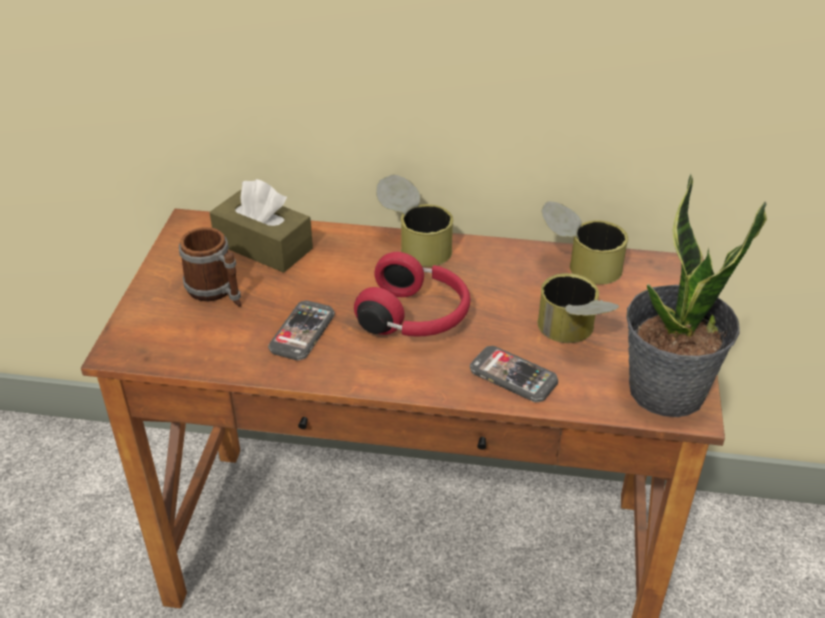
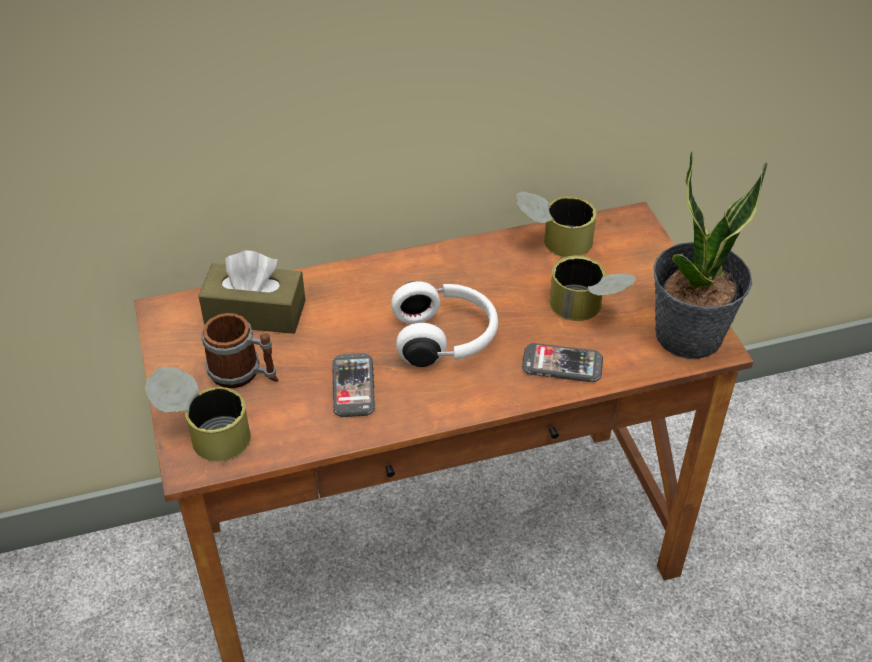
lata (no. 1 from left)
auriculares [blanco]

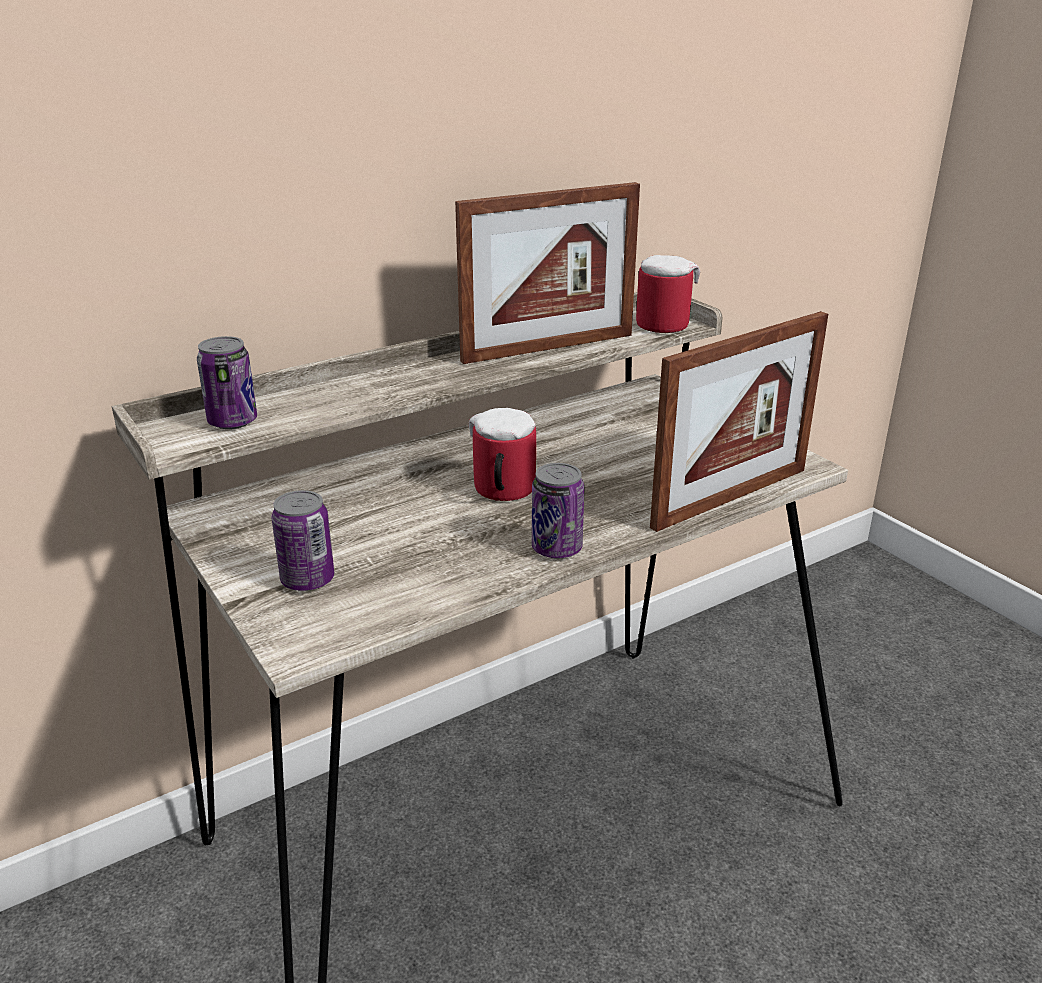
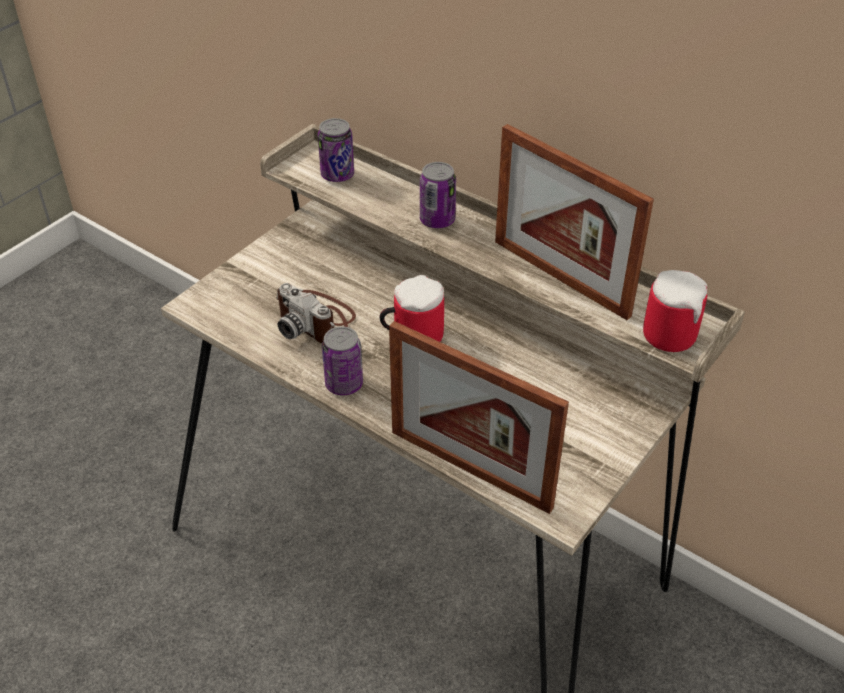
cámara
lata (no. 3 from left)

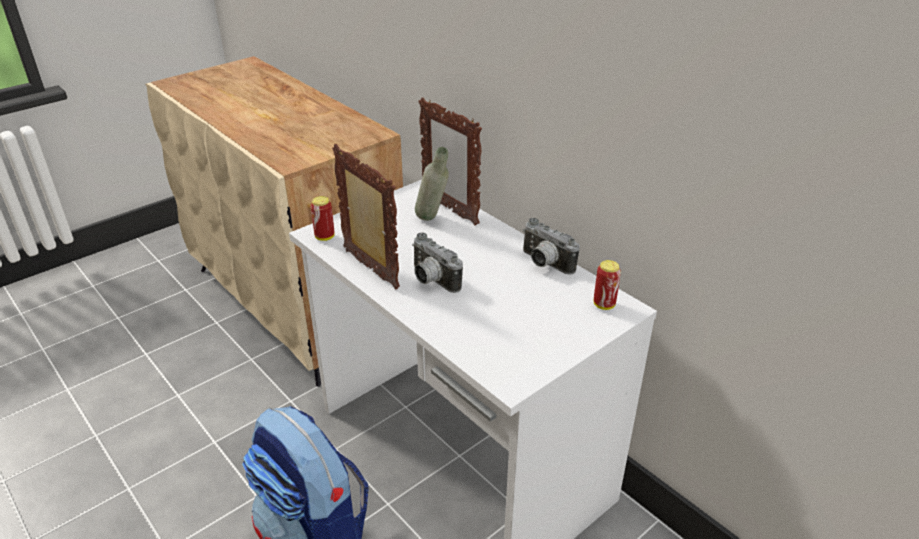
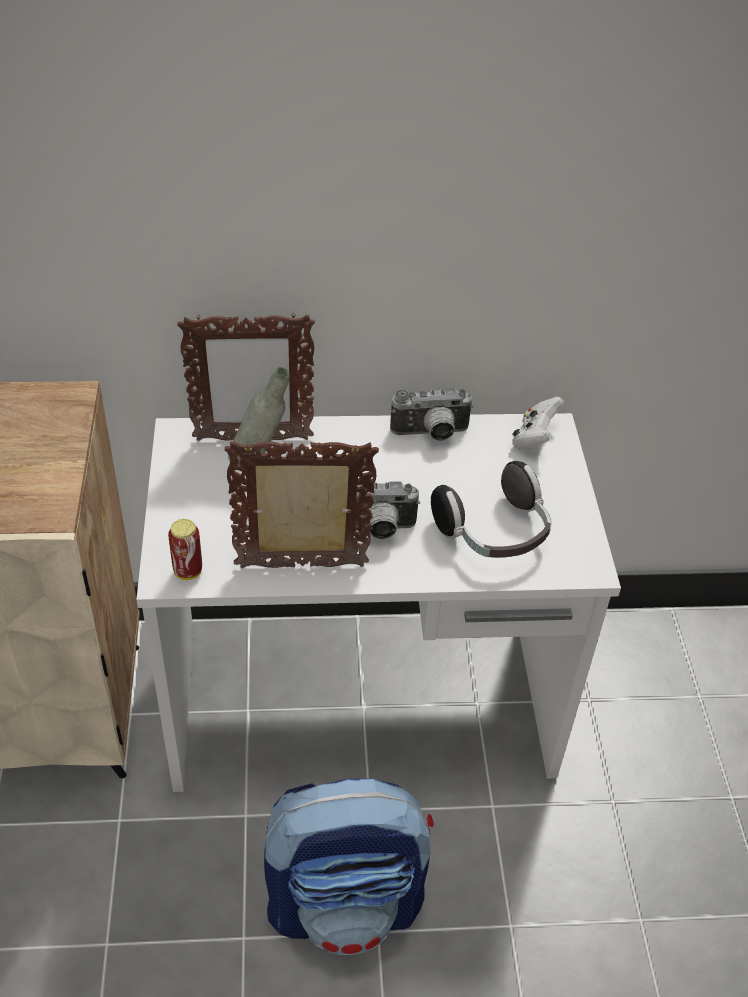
auriculares
mando de consola [blanco]

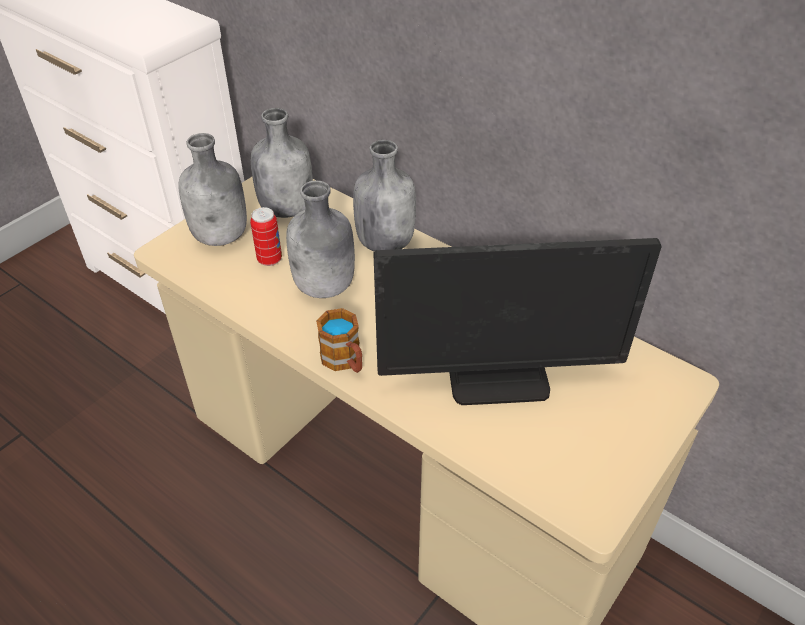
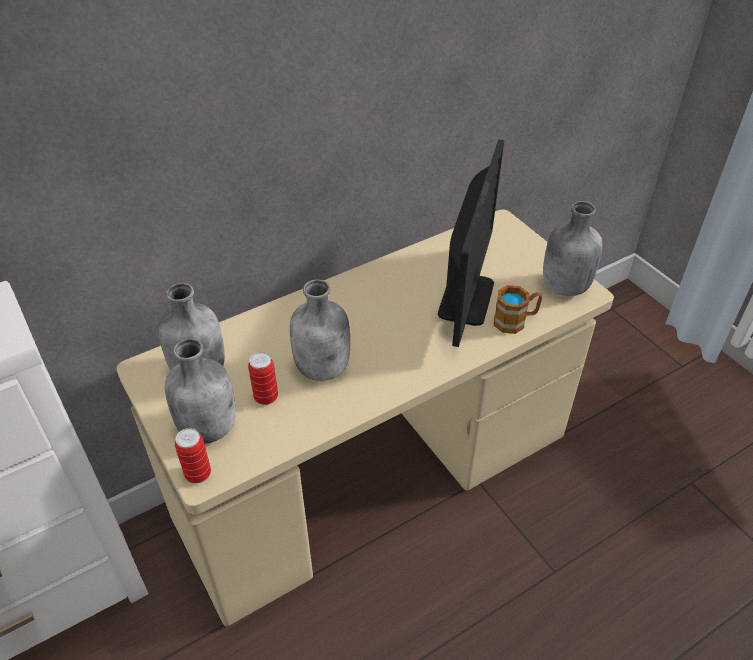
lata (no. 1 from left)
taza grande
botella [gris] (no. 4 from left)

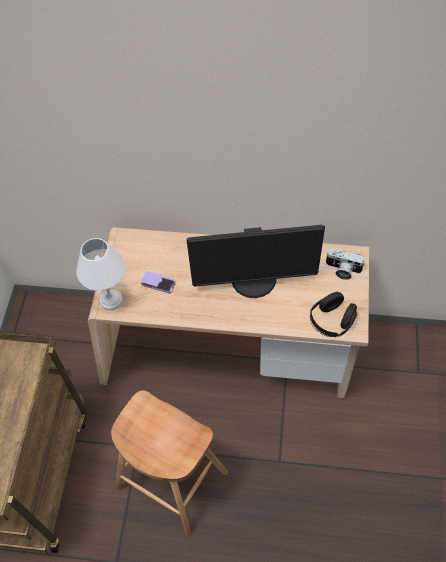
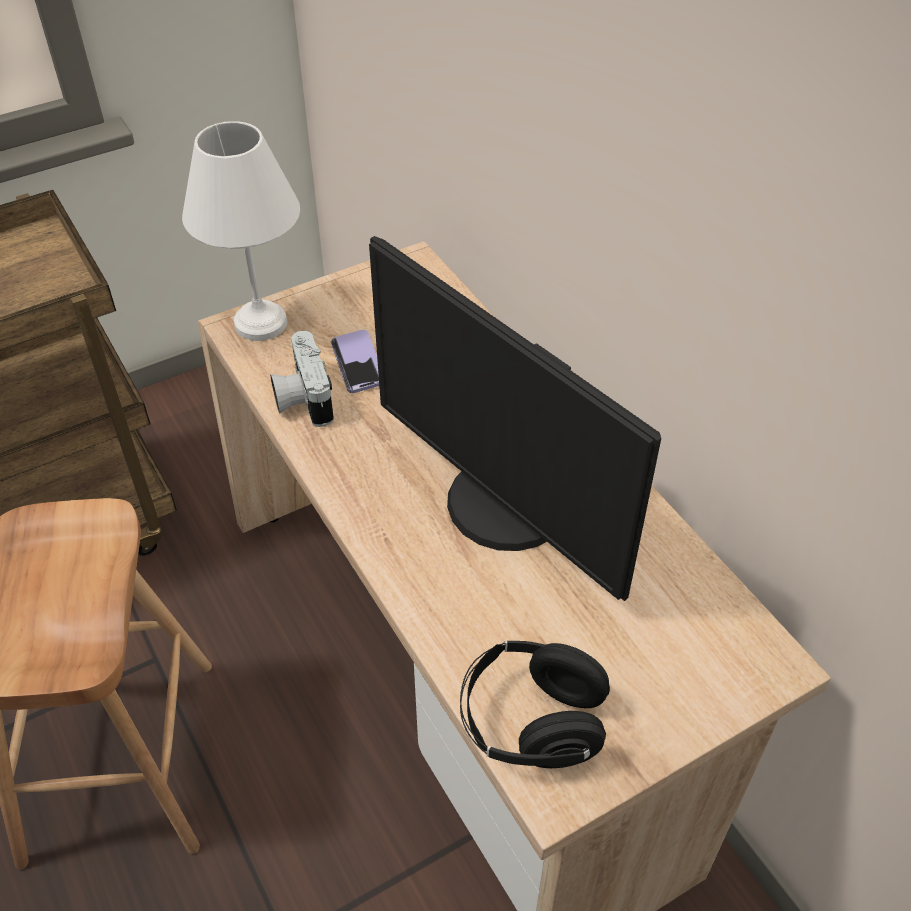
cámara

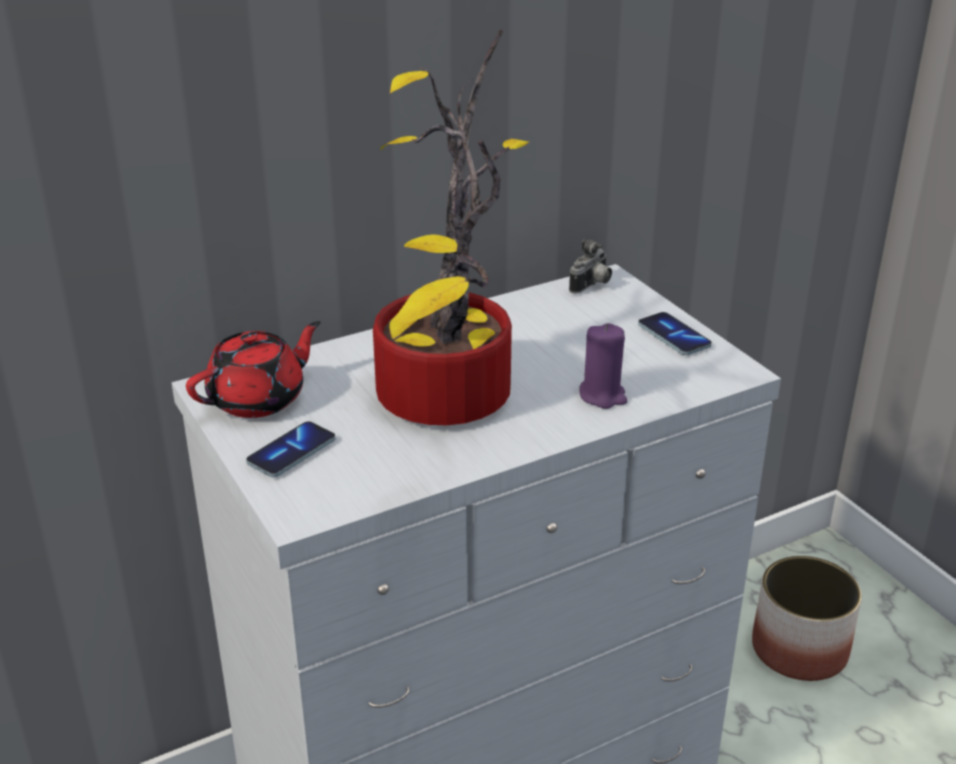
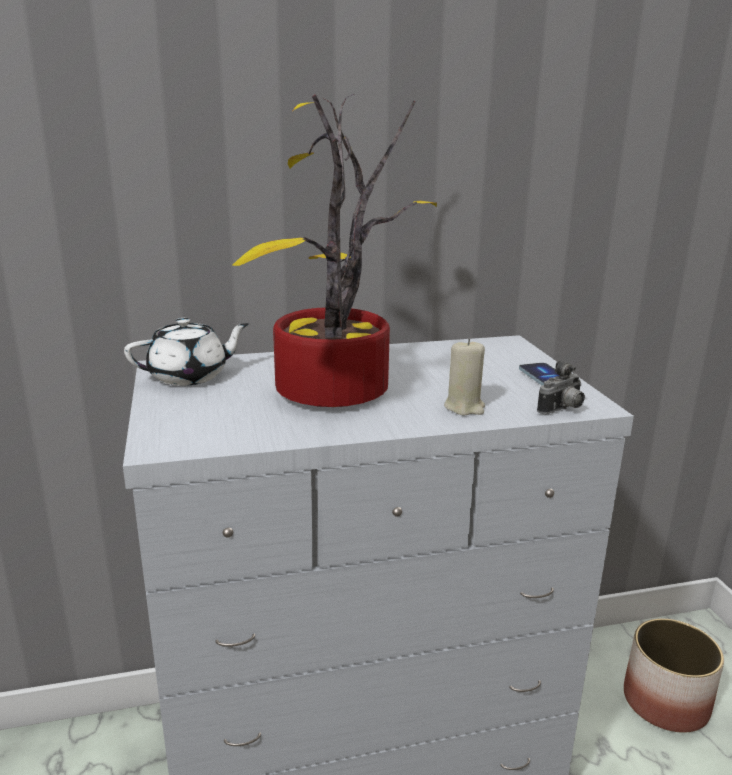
móvil (no. 1 from left in the first image)
cámara
tetera [blanco]
vela [beis]

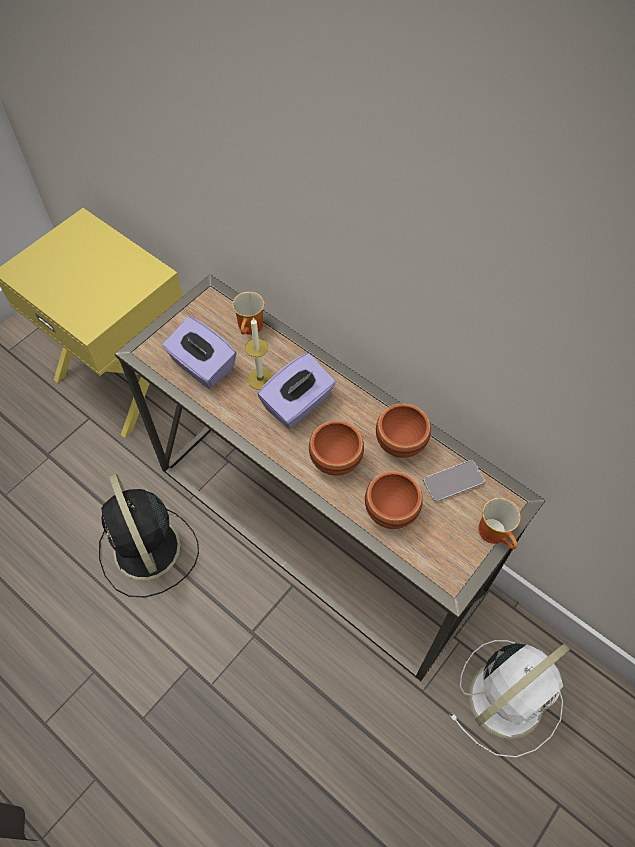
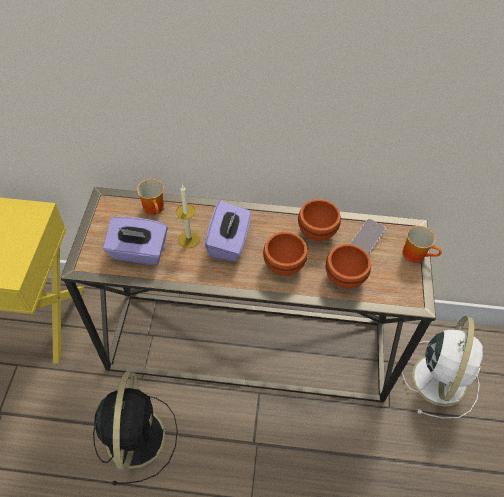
ventilador [negro]

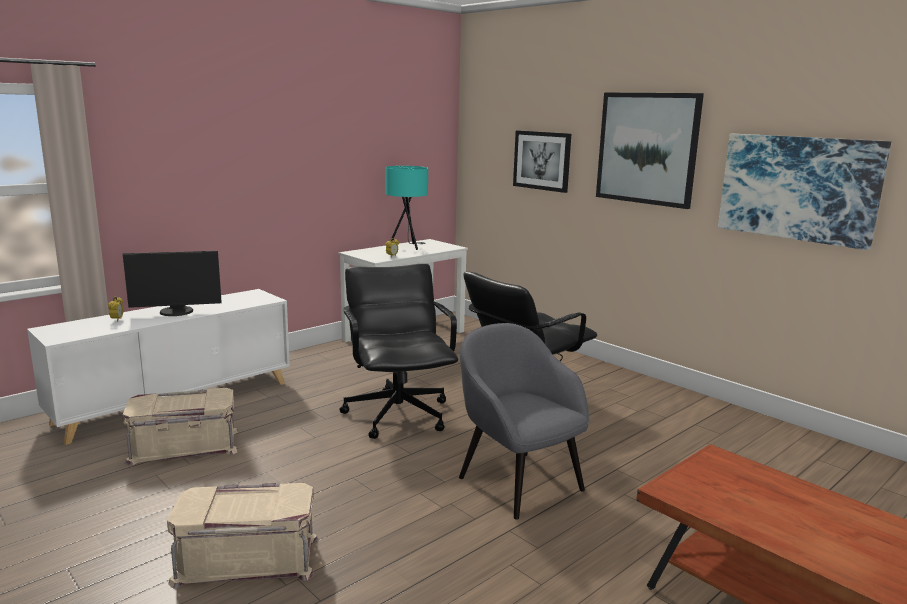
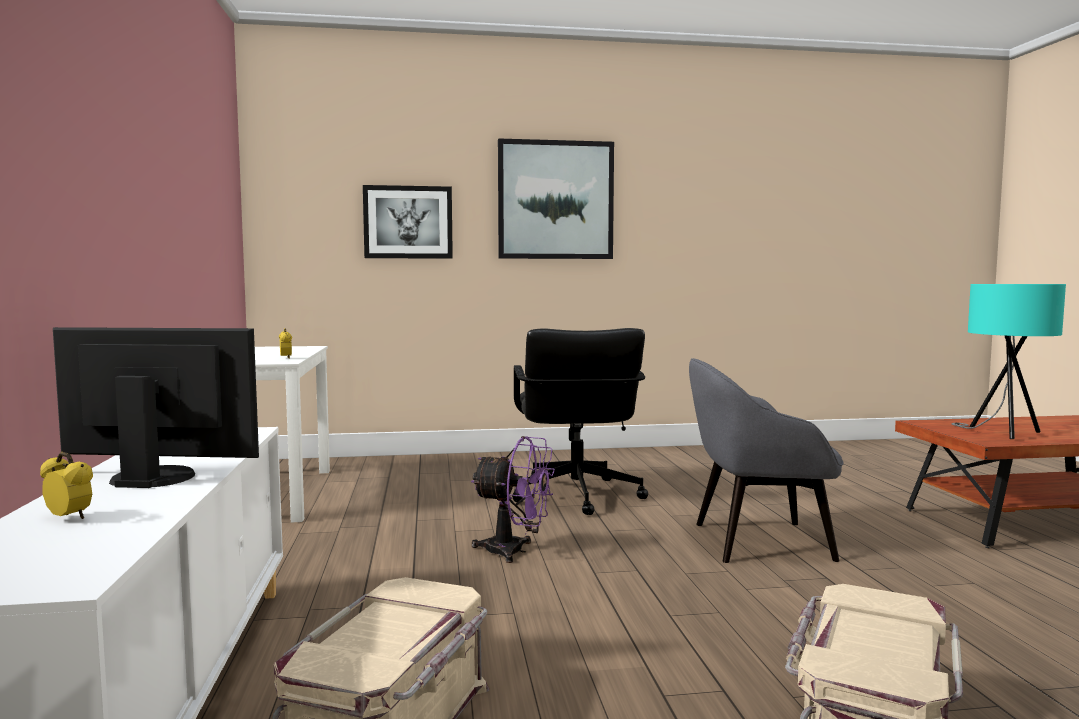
cuadro (no. 3 from left in the first image)
lámpara de mesa [turquesa]
ventilador [morado]
monitor

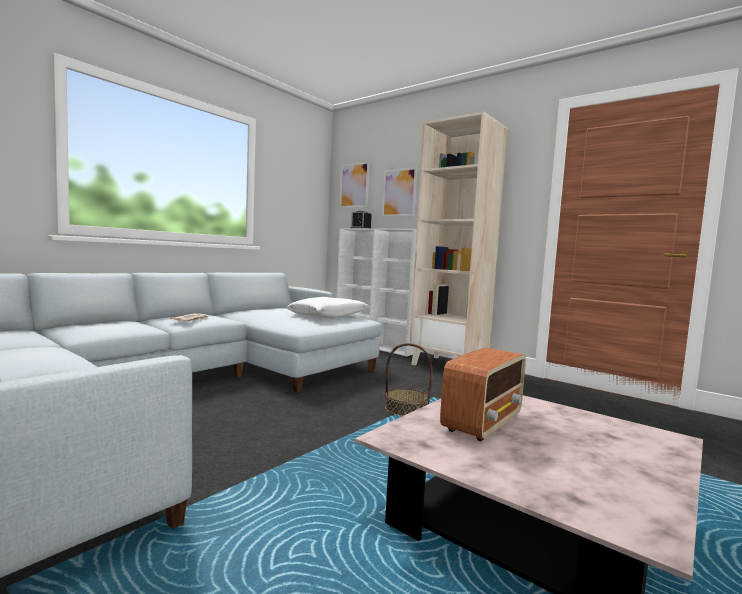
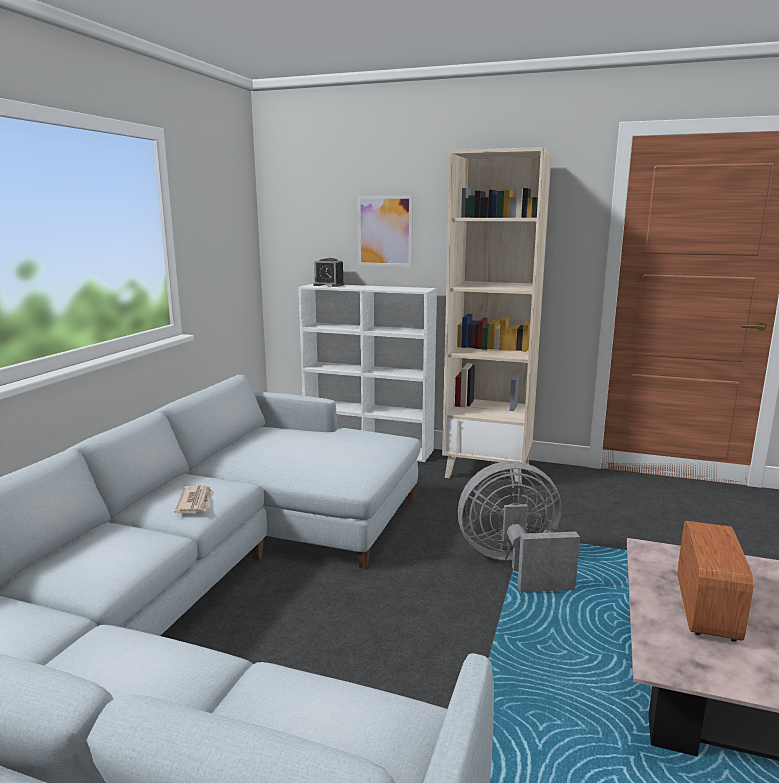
cojín [blanco]
cuadro (no. 1 from left in the first image)
ventilador [gris]

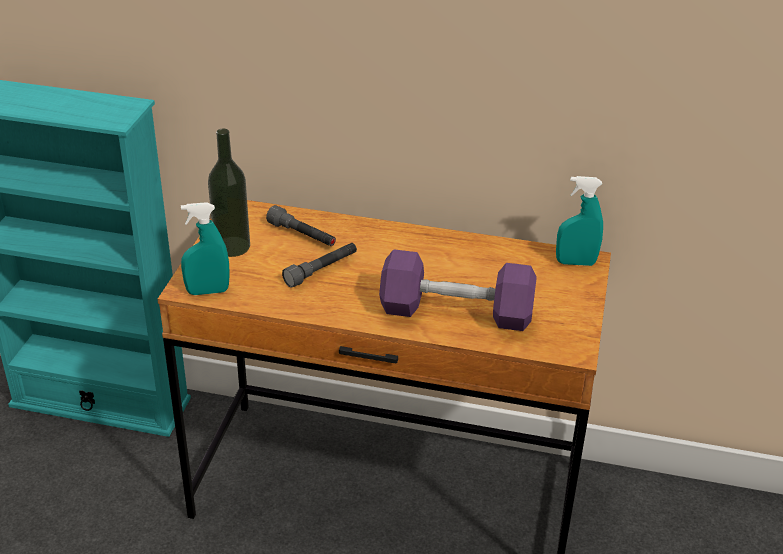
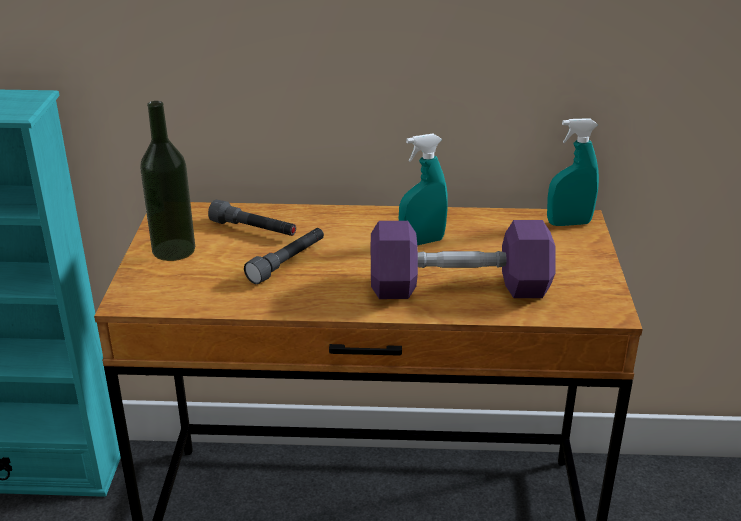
pulverizador [turquesa] (no. 1 from left)

